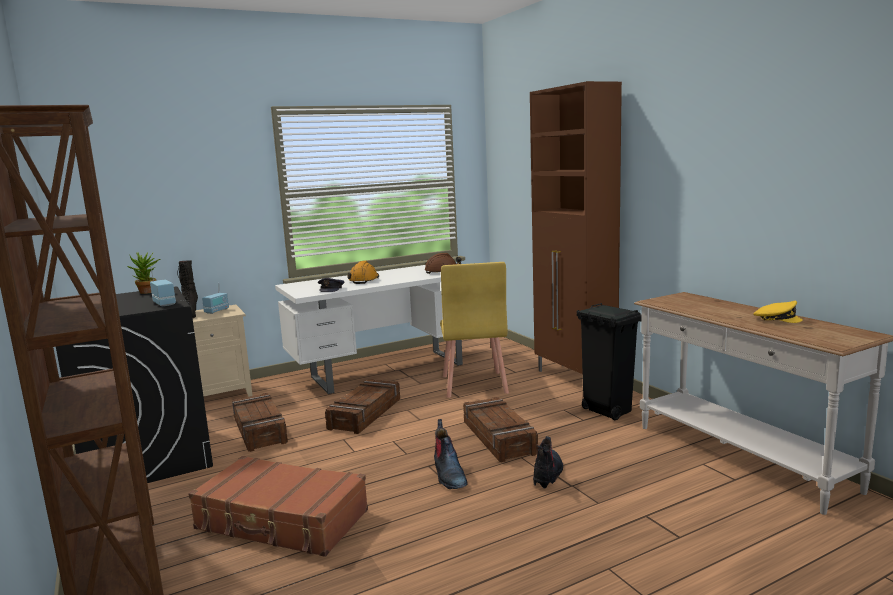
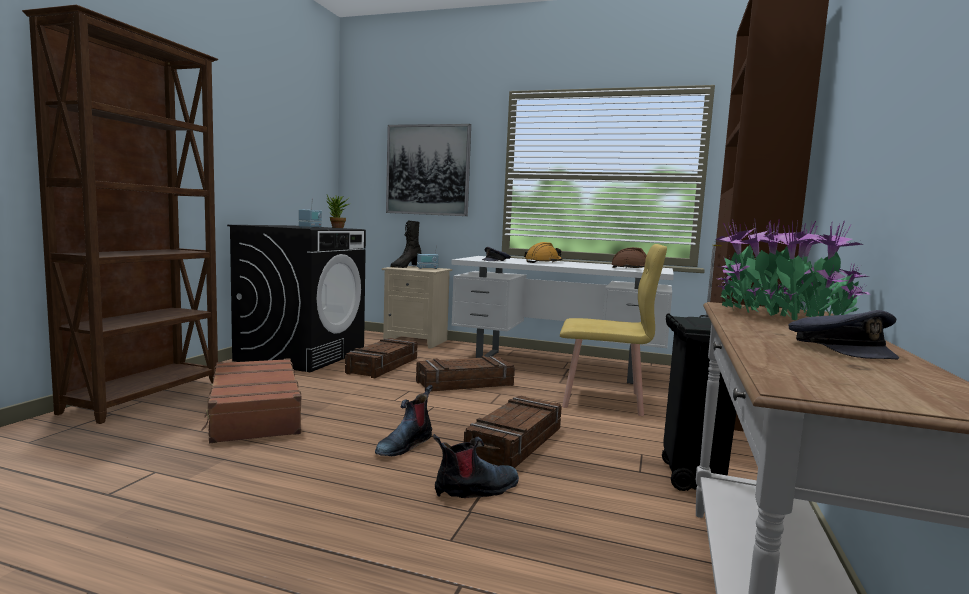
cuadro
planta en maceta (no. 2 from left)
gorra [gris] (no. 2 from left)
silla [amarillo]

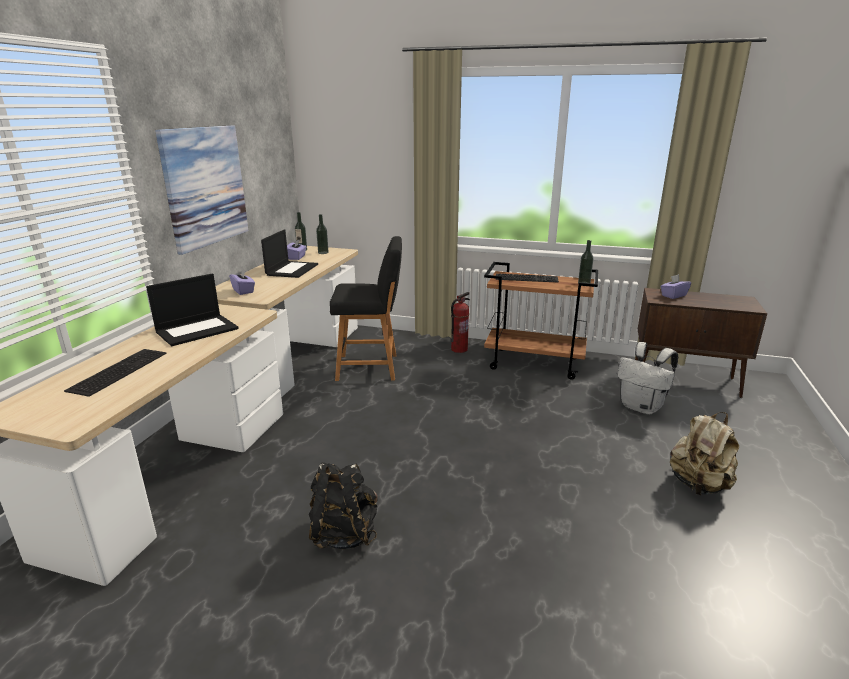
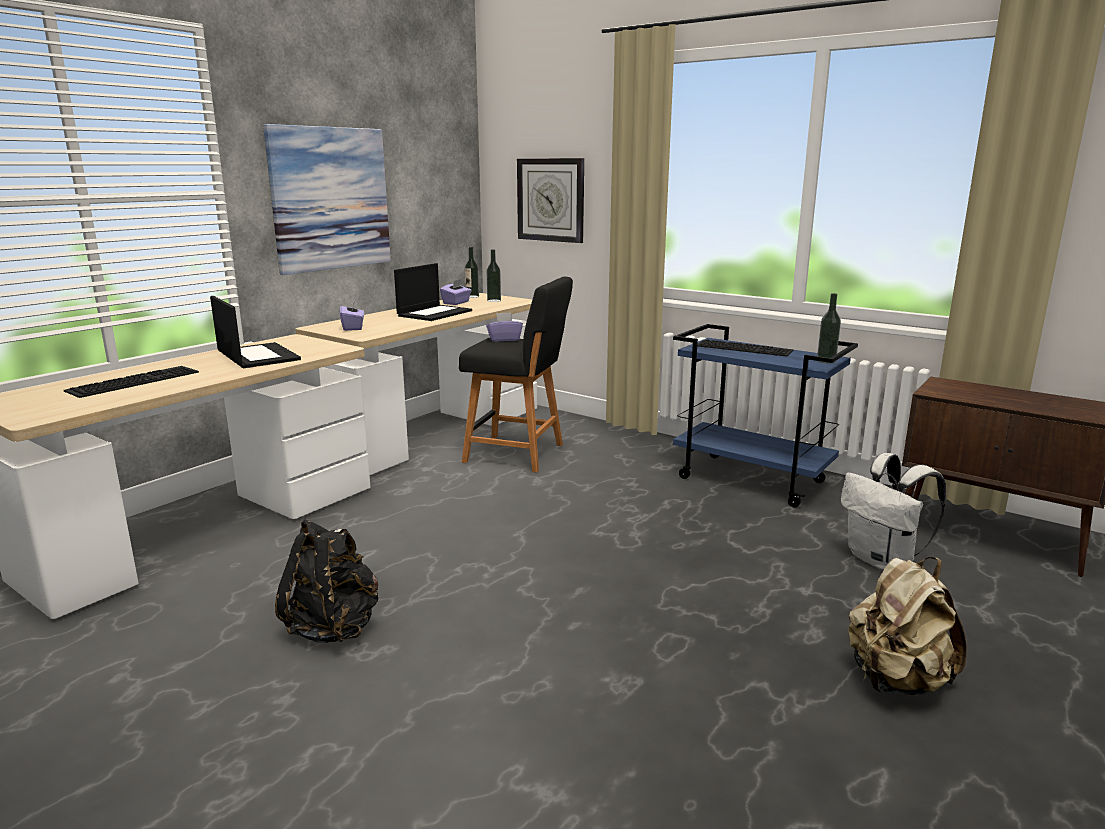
extintor
reloj de pared
caja de pañuelos [morado] (no. 3 from left)
carrito [azul]
portátil (no. 1 from left)

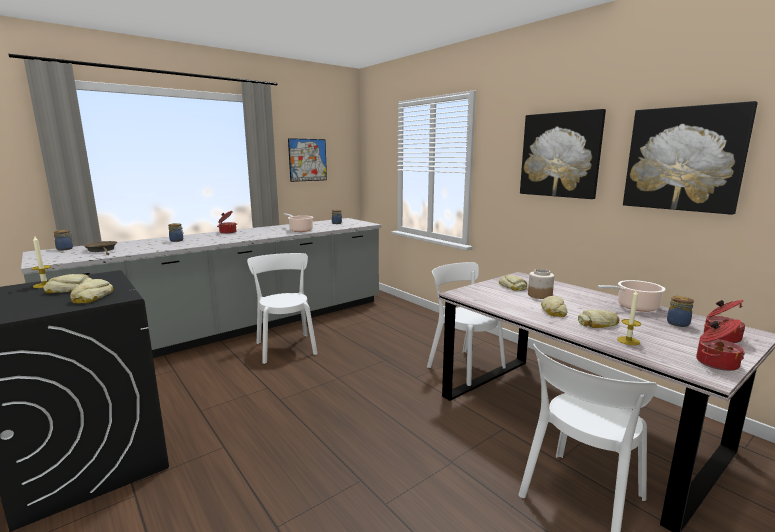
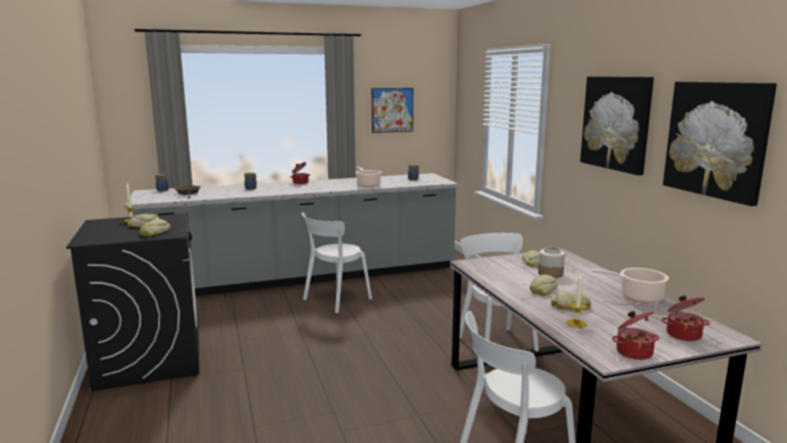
tarro (no. 5 from left in the first image)
silla [blanco] (no. 1 from left)

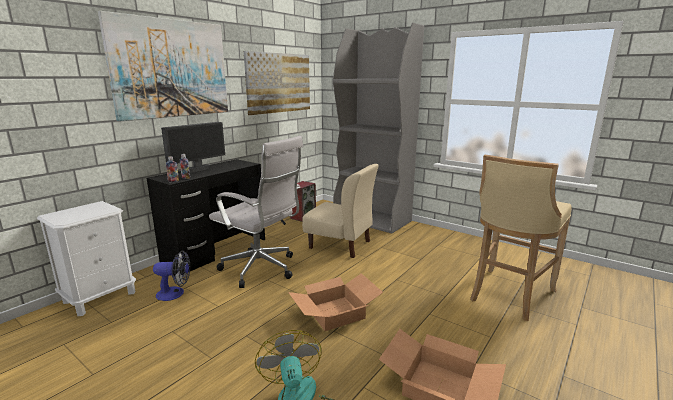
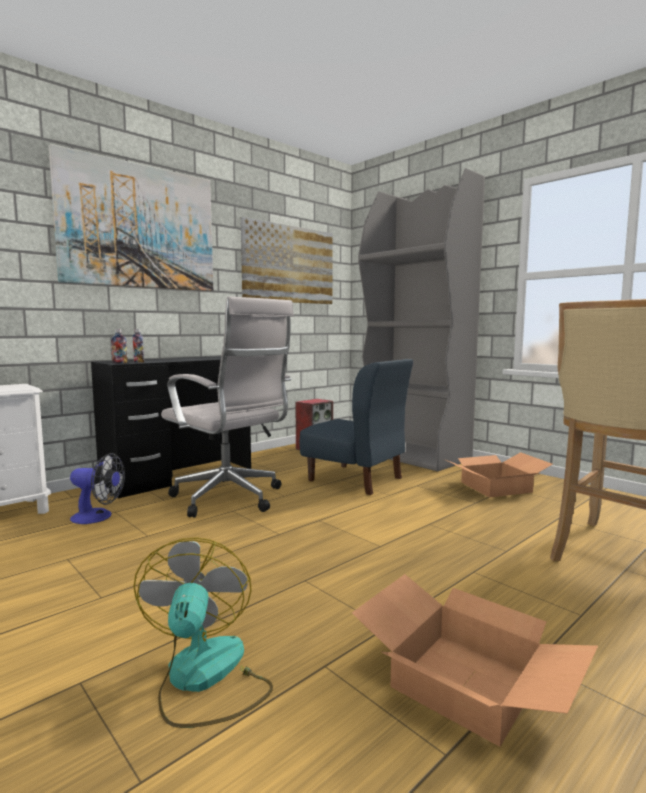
monitor
caja de cartón (no. 2 from left)
silla [azul]

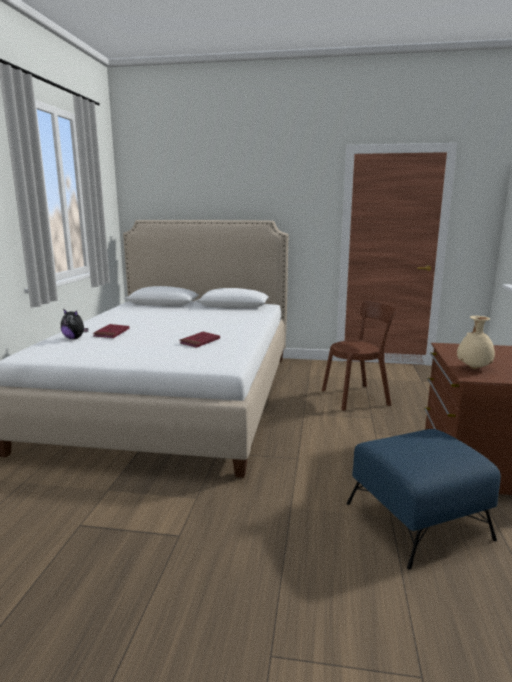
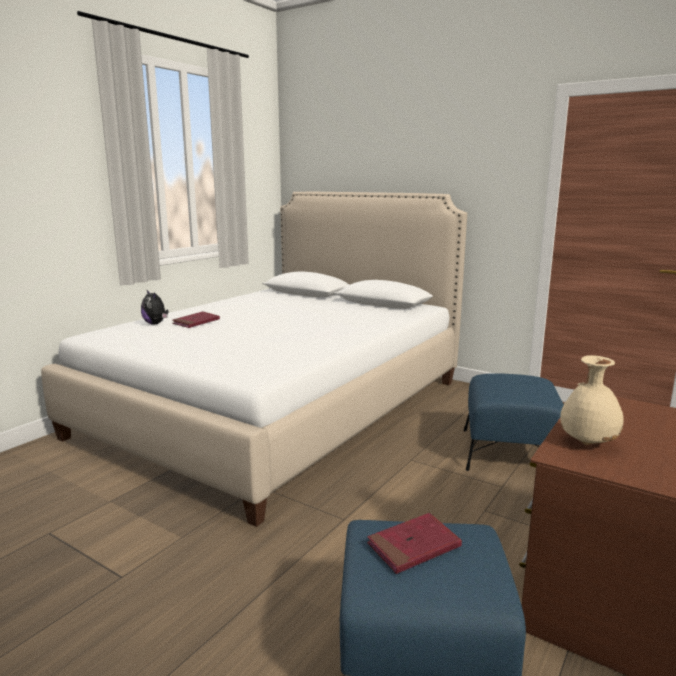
libro [rojo] (no. 2 from left)
puf [azul] (no. 2 from left)

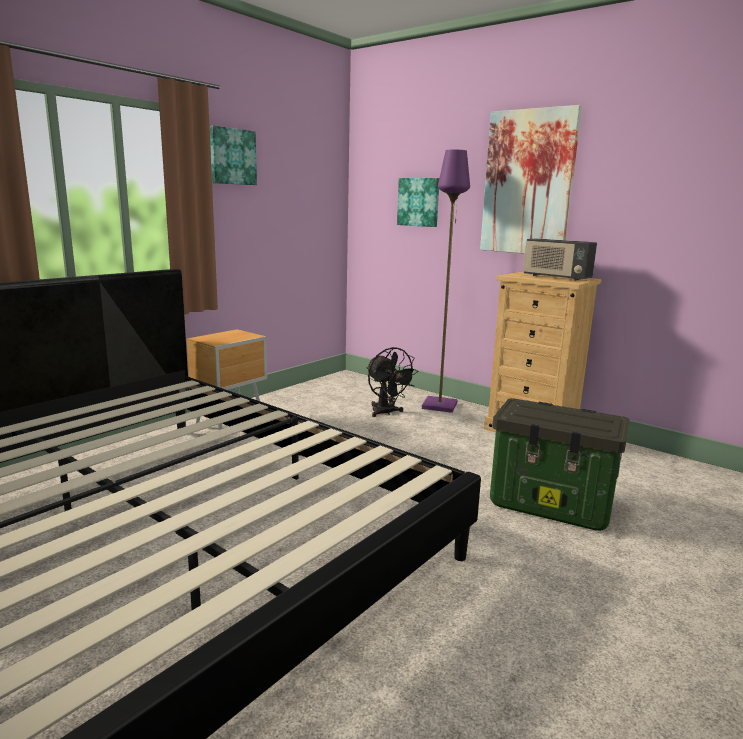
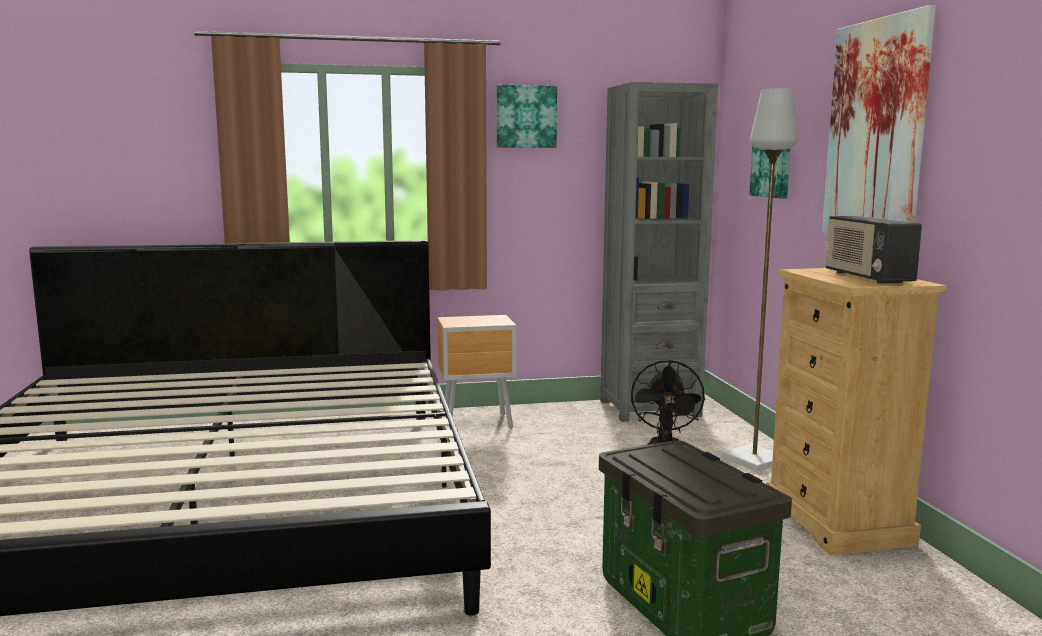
estantería [gris]
lámpara de pie [gris]

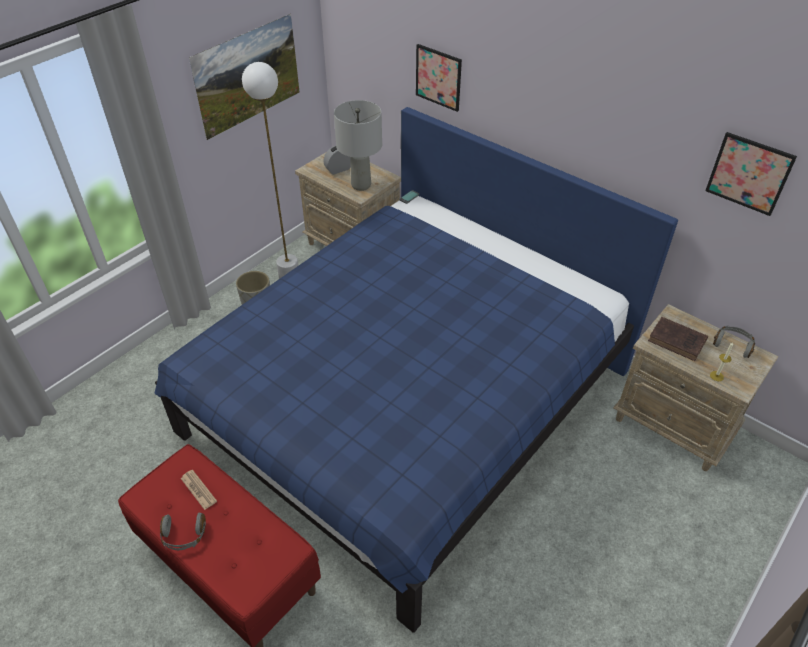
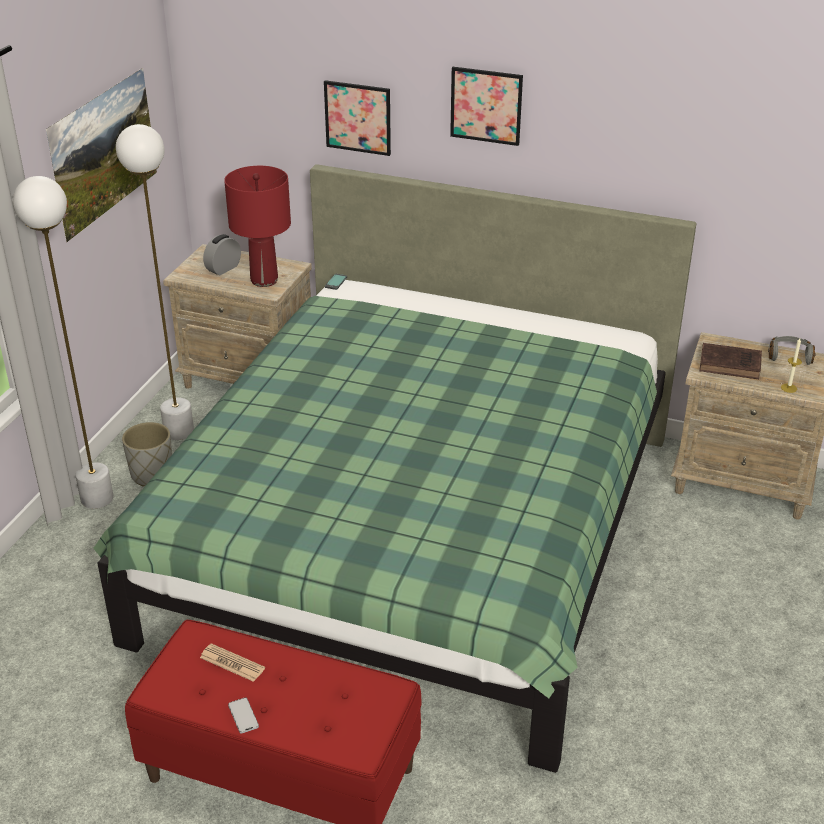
lámpara de pie [blanco] (no. 1 from left)
cuadro (no. 3 from left)
móvil (no. 1 from left)
cama [verde]
lámpara de mesa [rojo]

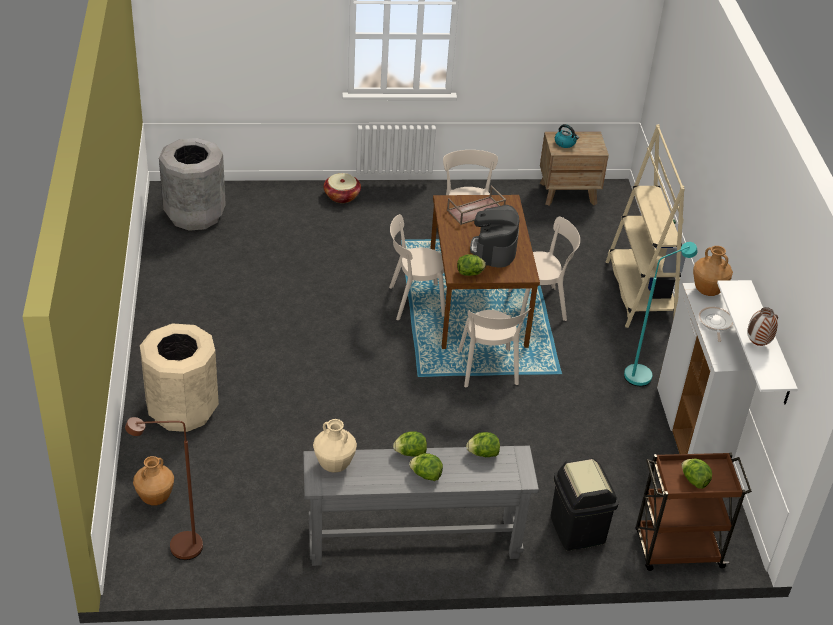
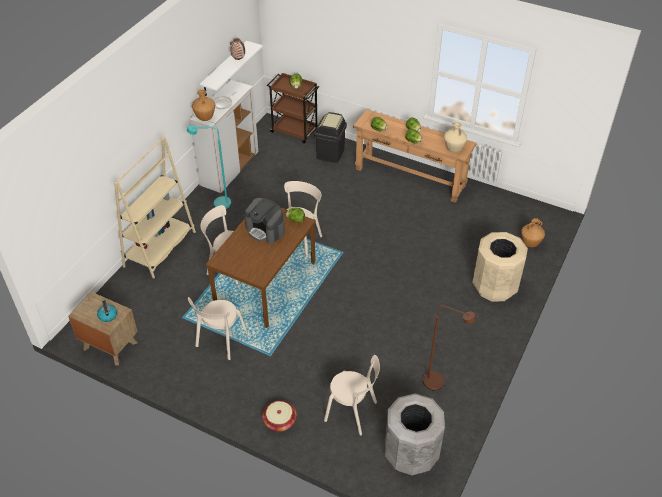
bandeja [marrón]
lámpara de pie [marrón]
silla [beis] (no. 4 from left)
mesa consola [marrón]
cafetera

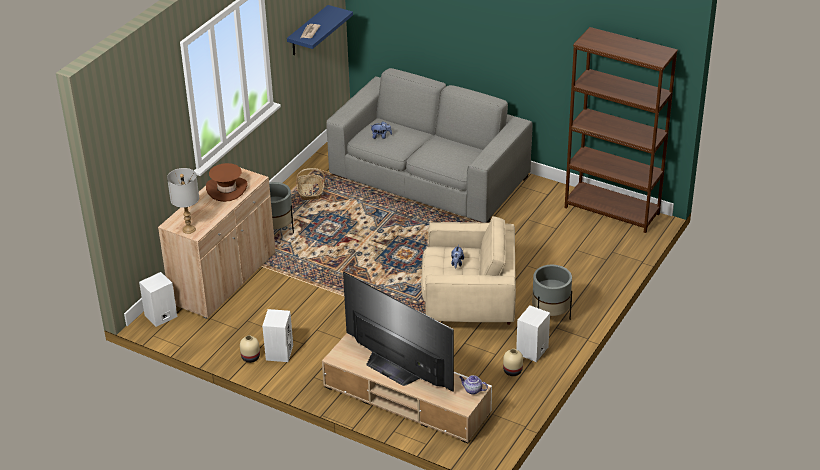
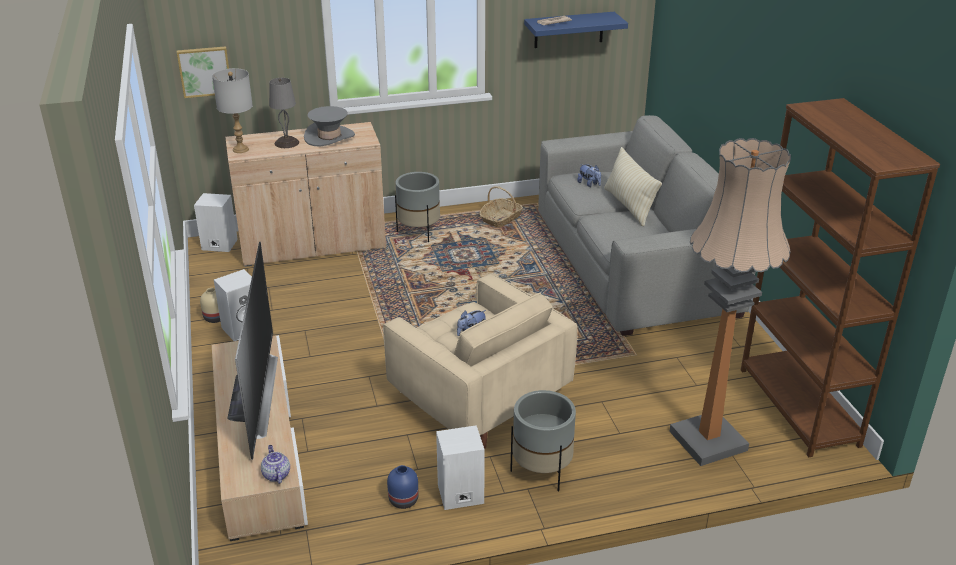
cuadro
lámpara de mesa [gris] (no. 2 from left)
cojín [beis]
lámpara de pie
sombrero [gris]
florero [azul]

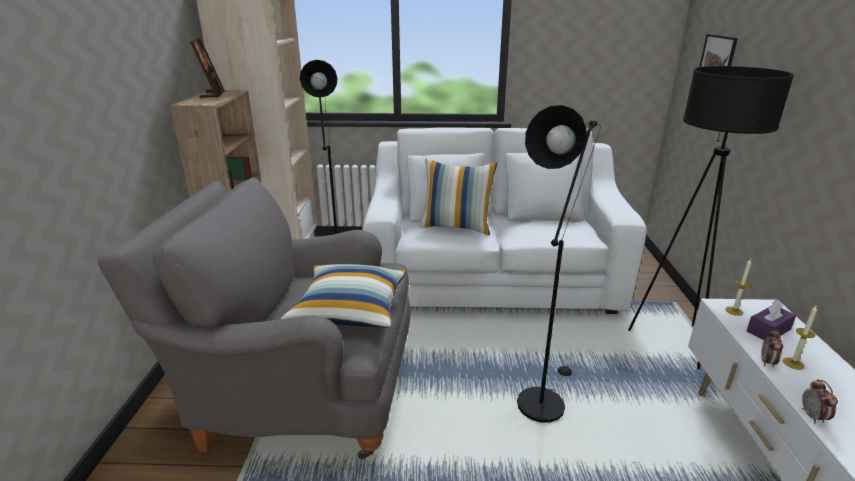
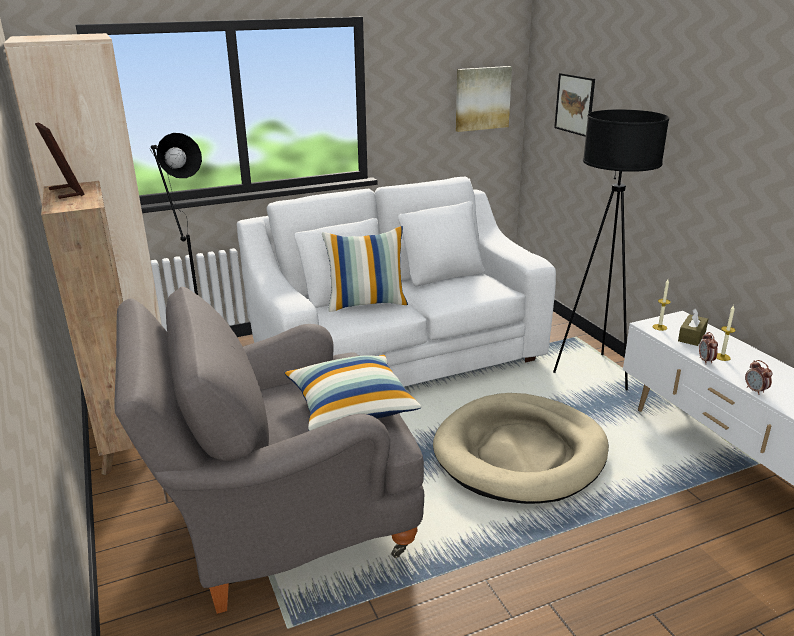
cuadro (no. 1 from left)
cama para perro [beis]
caja de pañuelos [marrón]

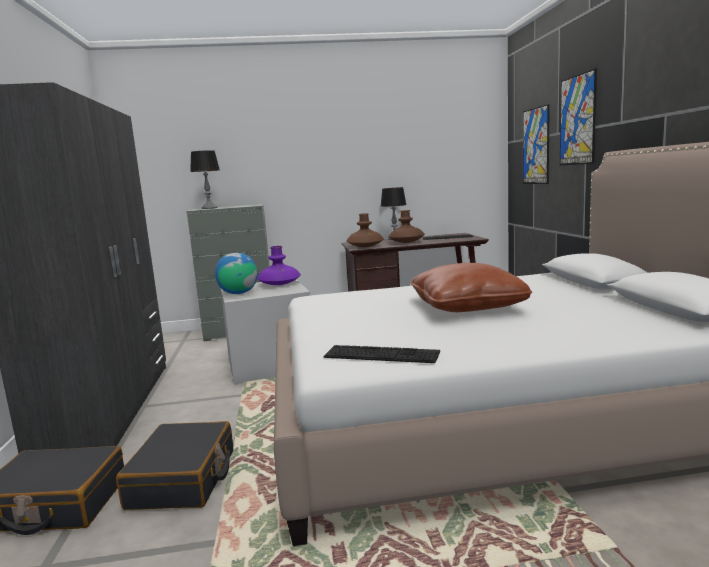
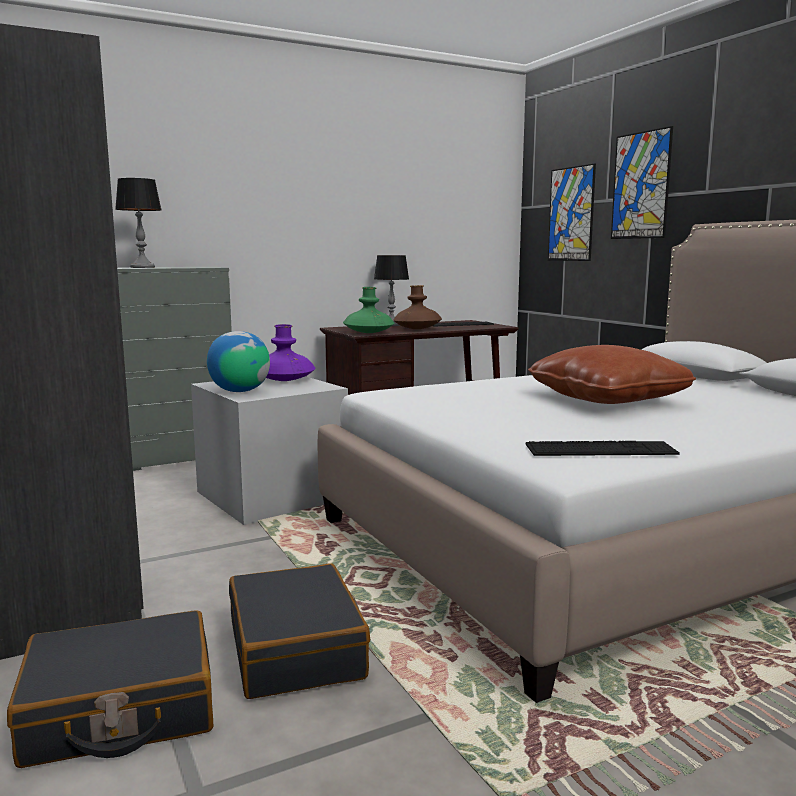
florero [verde]

